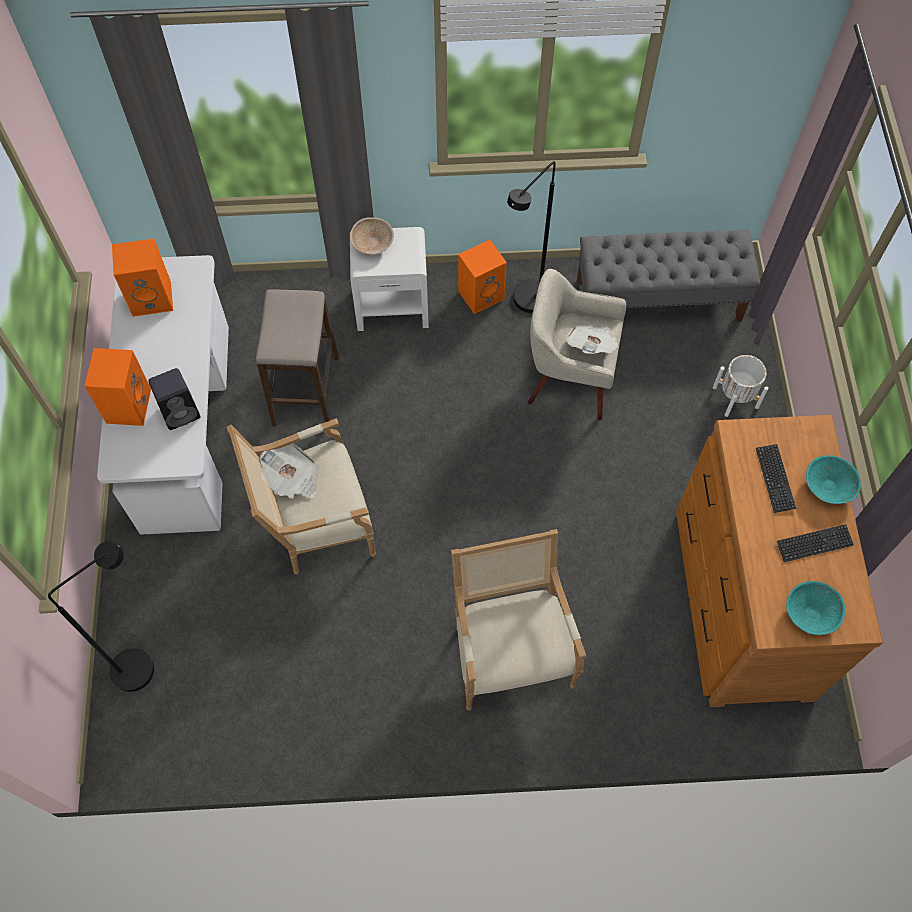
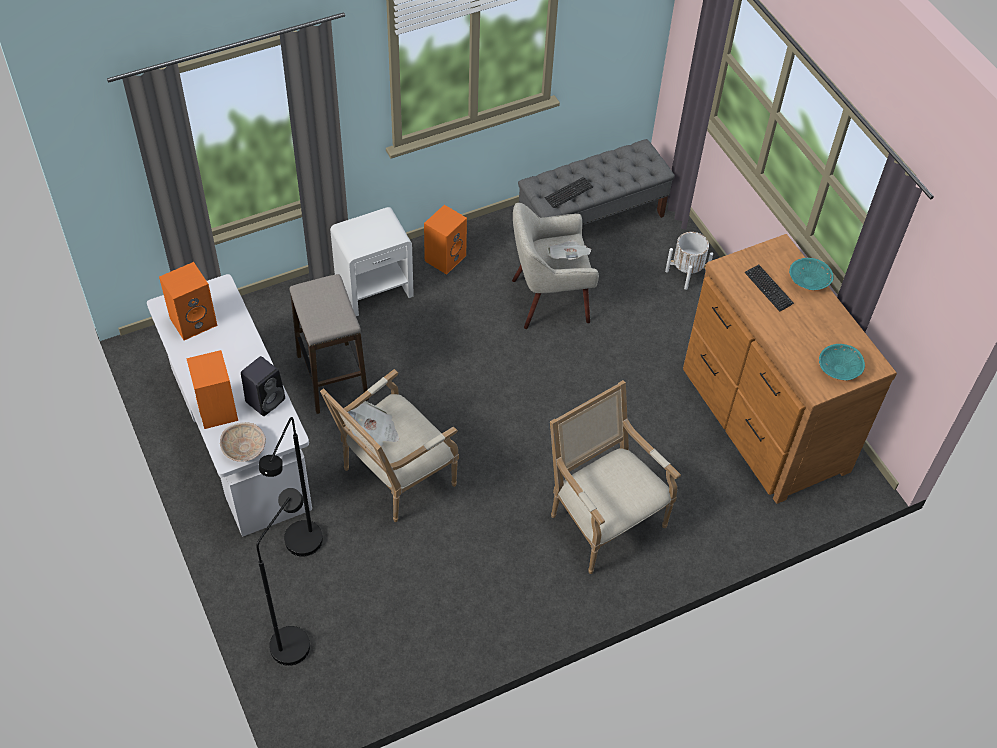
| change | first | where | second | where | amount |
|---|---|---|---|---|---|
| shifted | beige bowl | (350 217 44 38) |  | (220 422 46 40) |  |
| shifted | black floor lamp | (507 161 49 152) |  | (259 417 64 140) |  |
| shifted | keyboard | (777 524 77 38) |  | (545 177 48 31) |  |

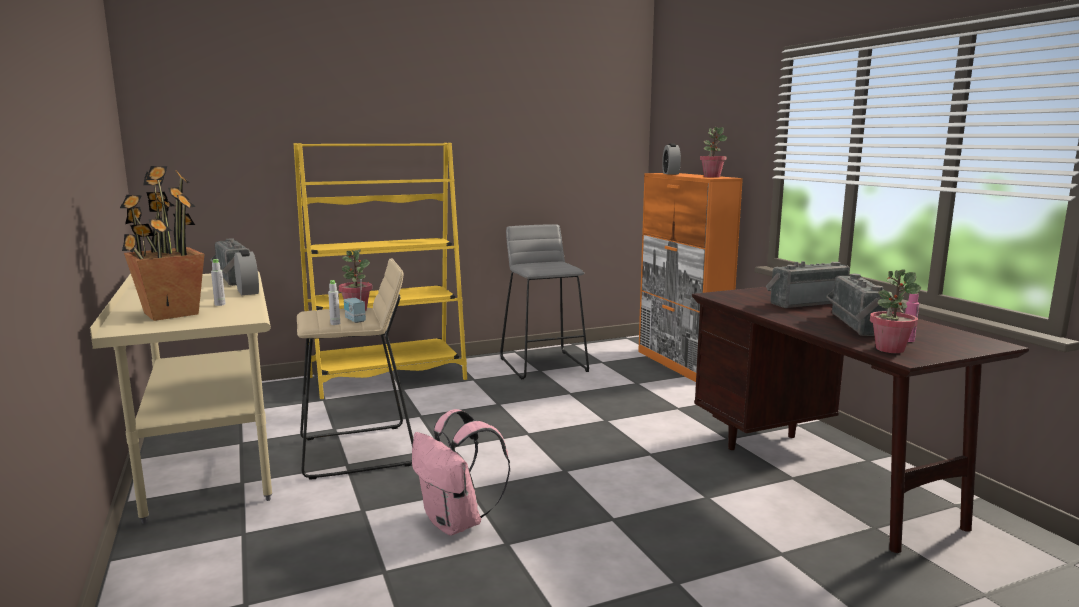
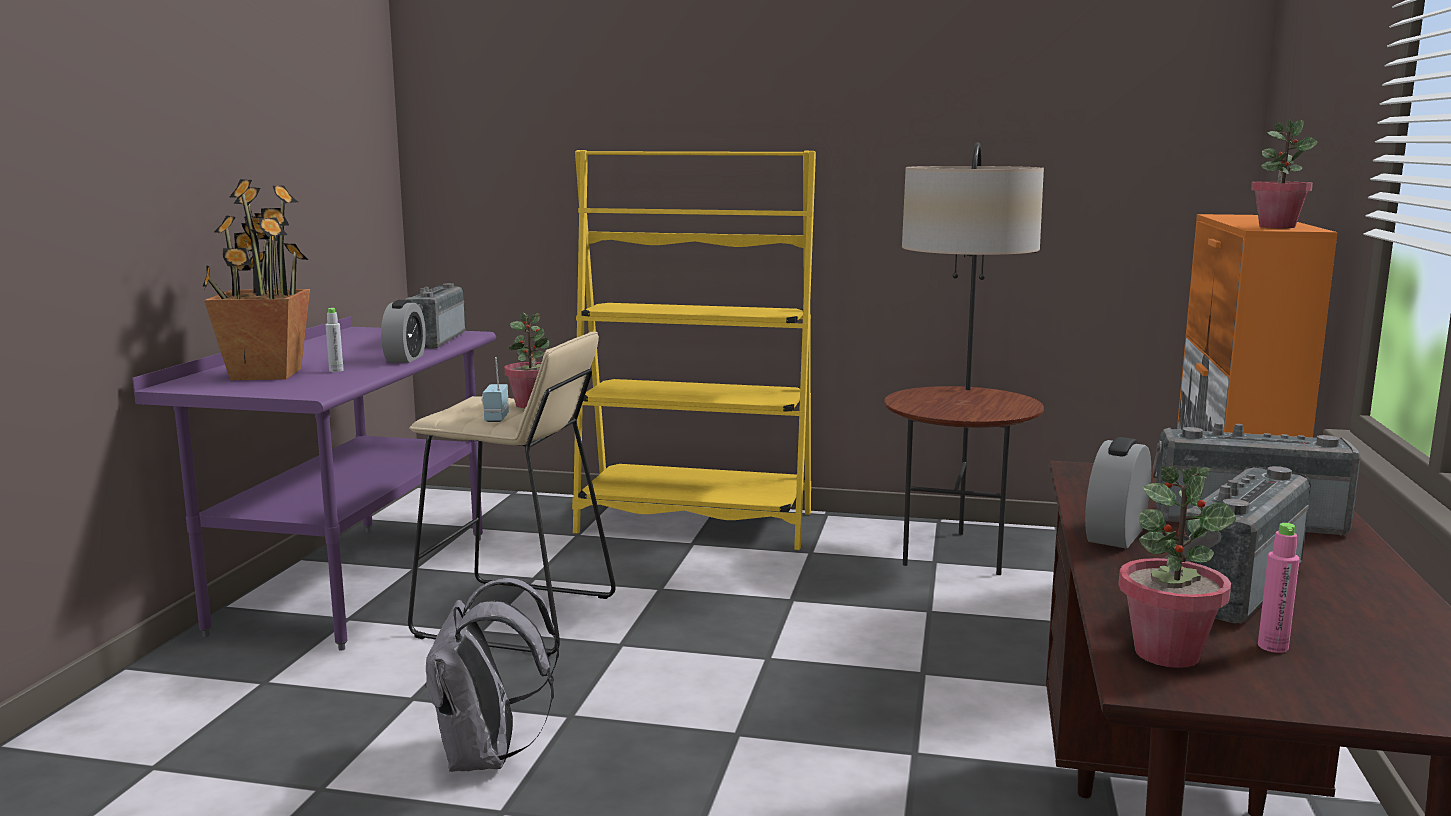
| change | first | where | second | where | amount |
|---|---|---|---|---|---|
| repainted | beige desk | (90 271 182 253) | purple desk | (132 316 364 335) |  |
| repainted | pink backpack | (412 409 98 127) | grey backpack | (425 578 134 194) |  |
| swapped | grey stool | (500 224 89 155) | floor lamp | (884 142 160 433) |  |
| shifted | alarm clock | (662 144 19 30) |  | (1085 437 66 111) |  |
| gone | grey bottle | (328 280 12 45) |  |  |  |

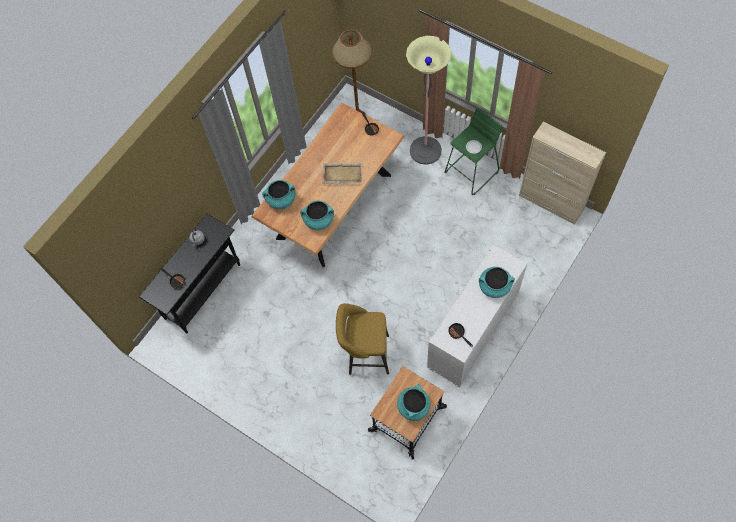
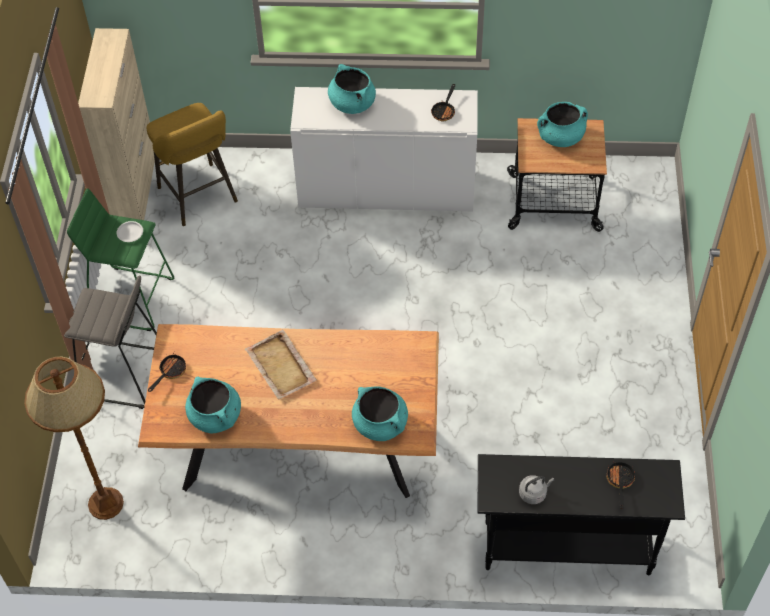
| change | first | where | second | where | amount |
|---|---|---|---|---|---|
| swapped | floor lamp | (406 36 45 129) | grey stool | (64 275 93 134) |  |
| shifted | yellow stool | (336 303 53 72) |  | (147 103 91 123) |  |
| shifted | turquoise cooking pot | (300 201 34 29) |  | (185 377 56 56) |  |

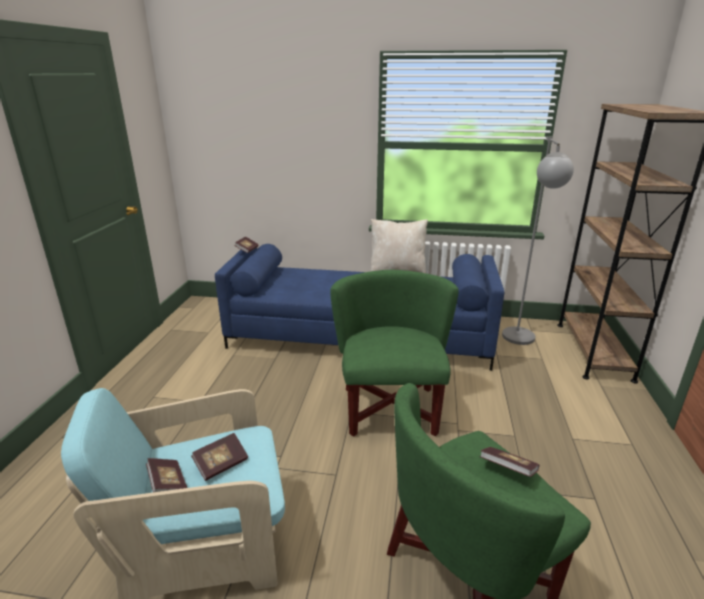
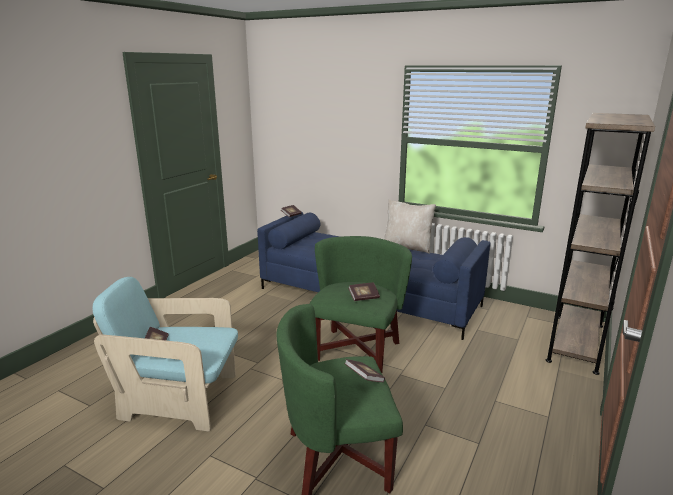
| change | first | where | second | where | amount |
|---|---|---|---|---|---|
| shifted | book | (191 433 57 48) |  | (348 282 32 19) |  |
| gone | grey floor lamp | (502 136 72 209) |  |  |  |

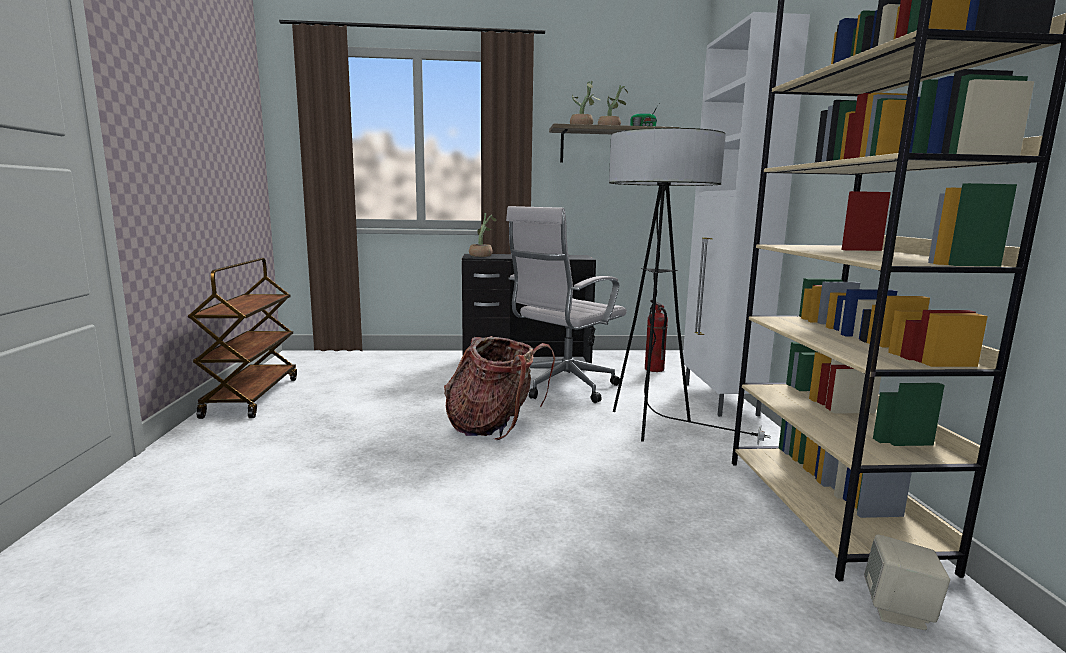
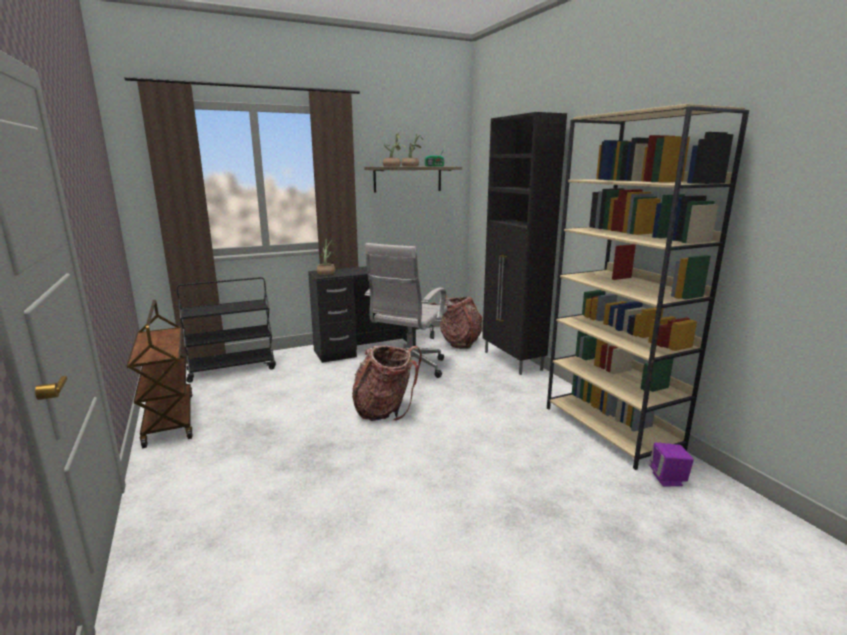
| change | first | where | second | where | amount |
|---|---|---|---|---|---|
| new |  |  | black cart | (177 277 99 106) |  |
| swapped | fire extinguisher | (645 300 23 72) | backpack | (429 295 53 54) |  |
| repainted | white cabinet | (683 12 127 405) | black cabinet | (482 112 85 263) |  |
| repainted | beige speaker | (864 534 86 96) | purple speaker | (649 442 45 45) |  |
| gone | floor lamp | (609 128 162 317) |  |  |  |

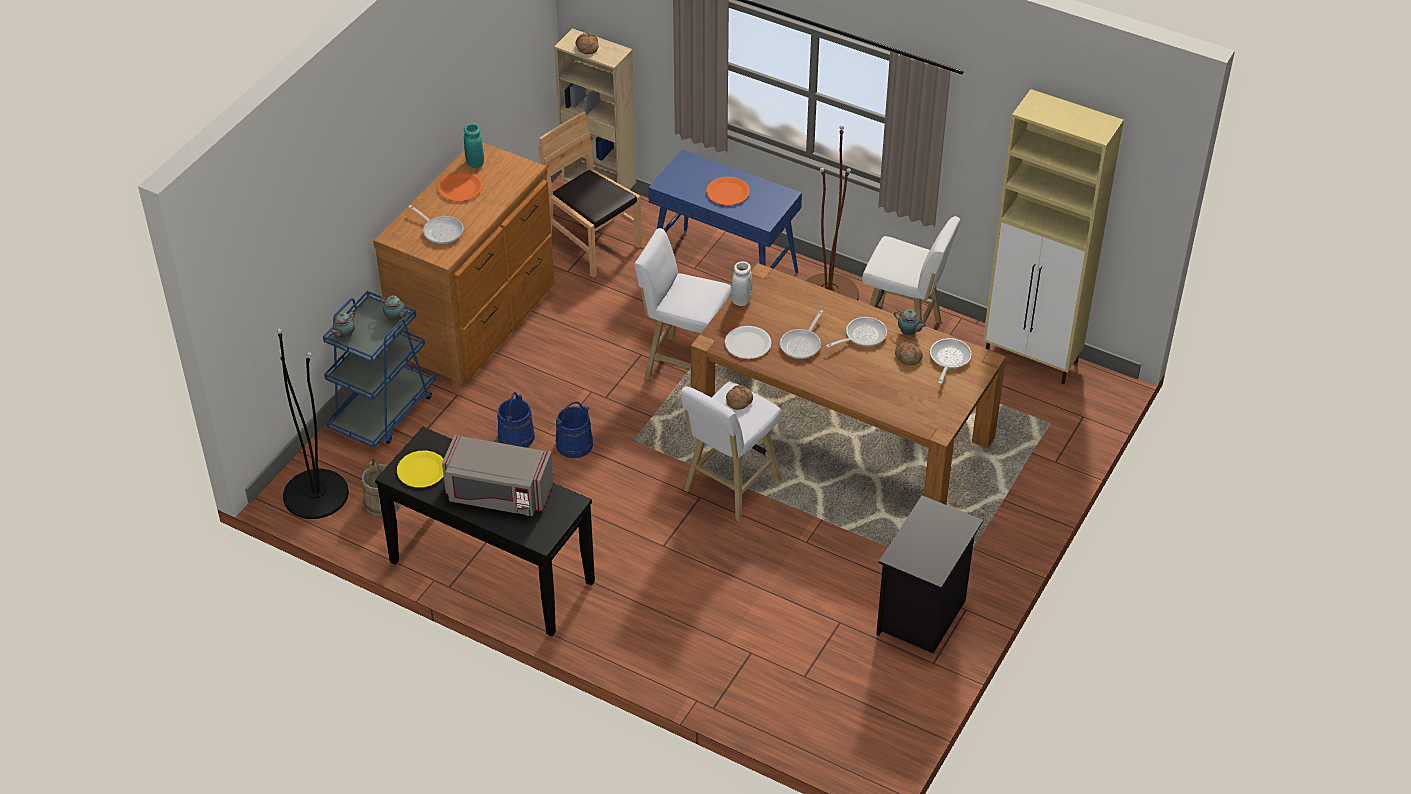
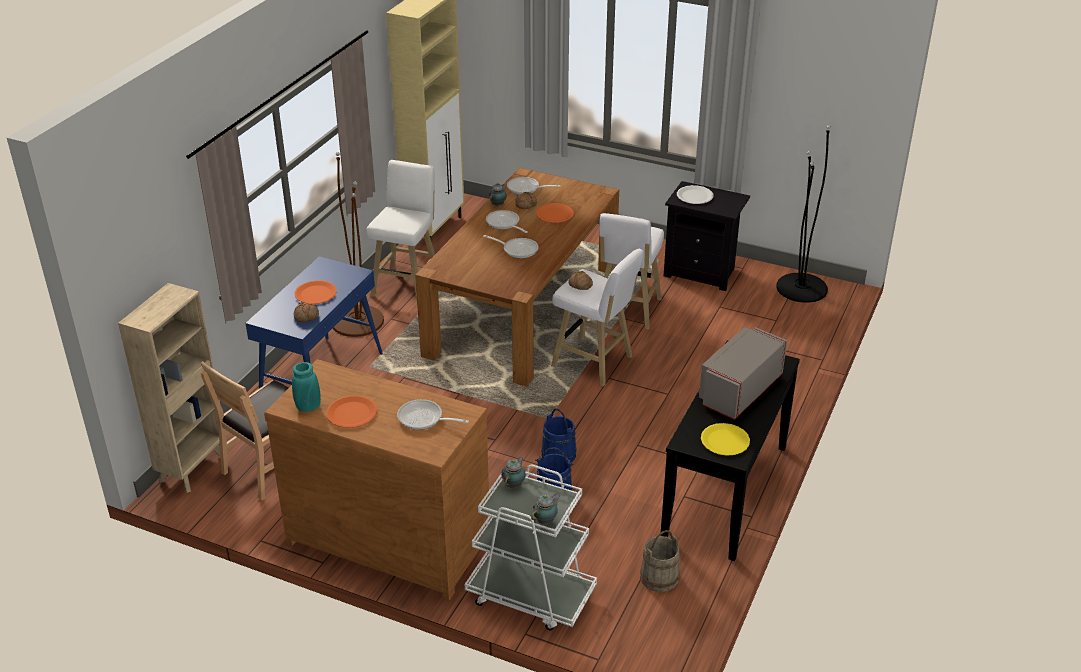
| change | first | where | second | where | amount |
|---|---|---|---|---|---|
| shifted | bread | (576 33 23 21) |  | (294 303 25 19) |  |
| rotated | frying pan | (408 205 56 39) |  | (397 399 72 31) | 105 degrees counterclockwise |
| repainted | blue cart | (323 291 113 157) | white cart | (465 465 132 166) |  |
| rotated | teapot | (330 310 25 28) |  | (531 493 29 31) | 75 degrees counterclockwise |
| new |  |  | orange plate | (536 203 38 20) |  |
| shifted | white stool | (634 228 98 151) |  | (599 213 65 117) |  |
| shifted | white plate | (725 326 47 33) |  | (677 185 37 19) |  |
| rotated | grey microwave | (442 435 112 81) |  | (699 327 88 93) | 150 degrees counterclockwise |
| shifted | black floor lamp | (277 329 72 190) |  | (776 125 55 178) |  |
| gone | white vase | (731 261 21 45) |  |  |  |

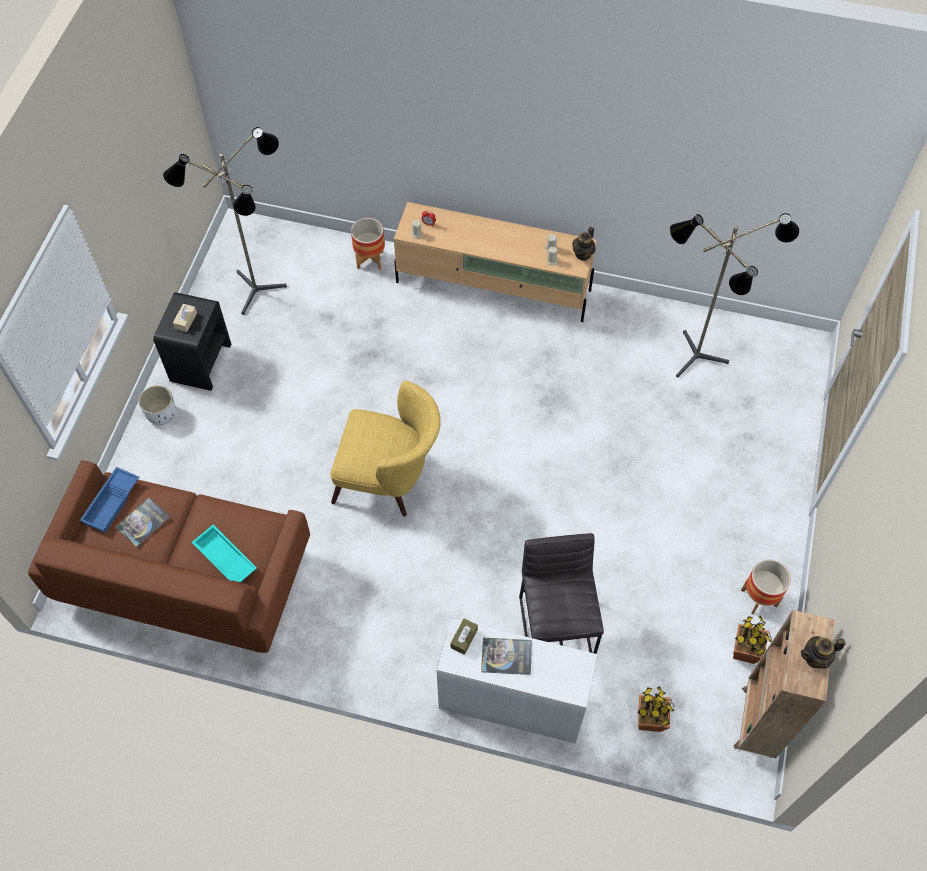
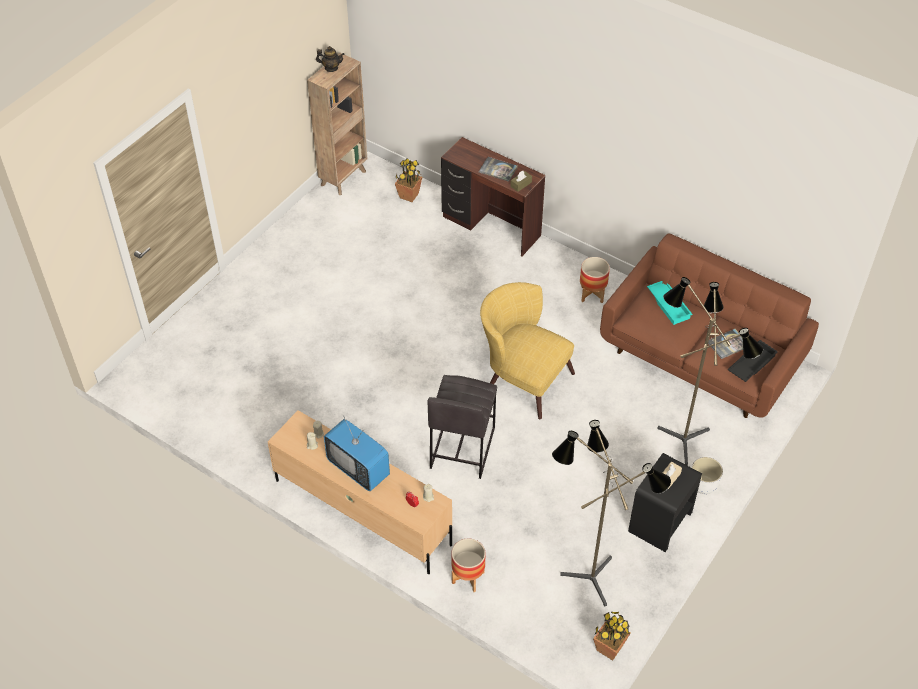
| change | first | where | second | where | amount |
|---|---|---|---|---|---|
| new |  |  | television | (324 415 66 76) |  |
| shifted | grey stool | (519 533 85 121) |  | (427 375 70 104) |  |
| repainted | white desk | (436 618 162 126) | brown desk | (441 137 104 120) |  |
| shifted | planter | (741 559 50 55) |  | (580 257 30 46) |  |
| shifted | potted plant | (733 616 39 48) |  | (593 612 38 49) |  |
| shifted | floor lamp | (669 213 130 165) |  | (657 277 106 188) |  |
| repainted | blue tray | (80 467 59 66) | black tray | (728 340 50 42) |  |
| gone | teapot | (572 227 23 34) |  |  |  |

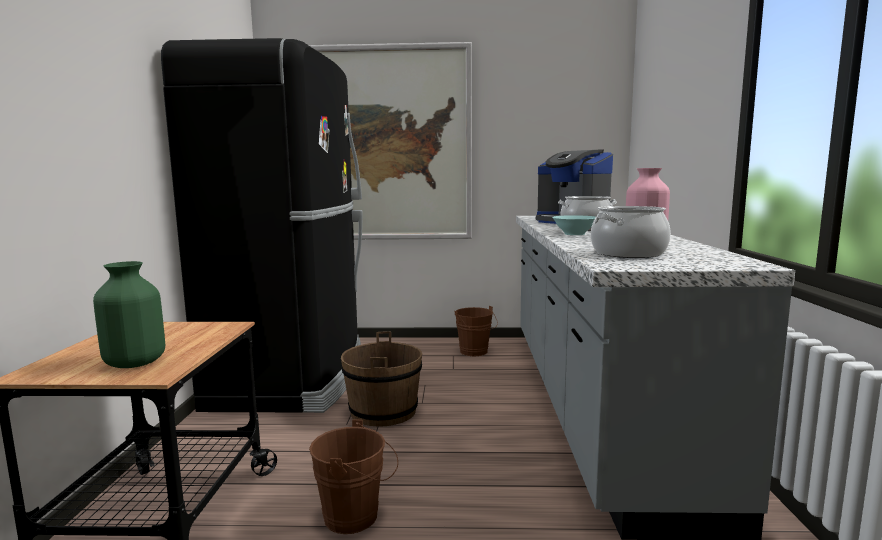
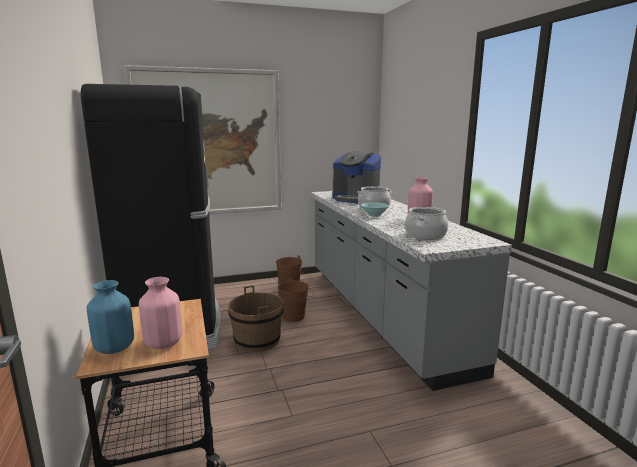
| change | first | where | second | where | amount |
|---|---|---|---|---|---|
| new |  |  | blue vase | (87 280 47 74) |  |
| repainted | green vase | (93 261 72 107) | pink vase | (139 277 44 72) |  |
| shifted | brown bucket | (309 419 89 115) |  | (278 278 36 44) |  |

